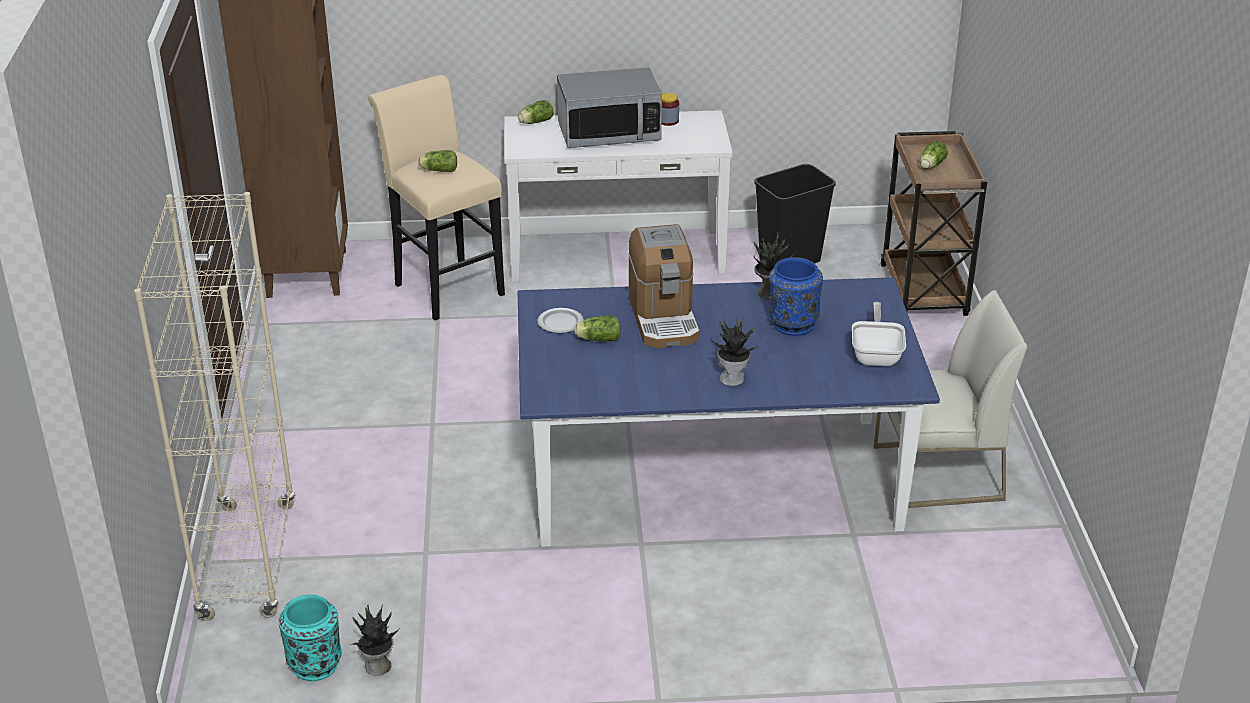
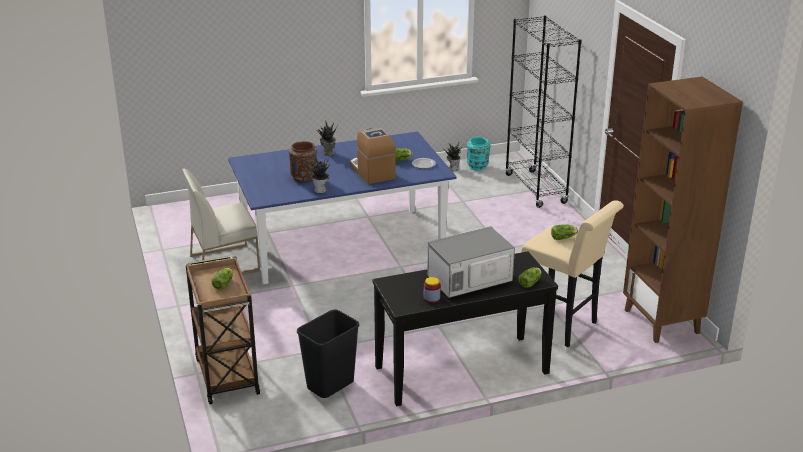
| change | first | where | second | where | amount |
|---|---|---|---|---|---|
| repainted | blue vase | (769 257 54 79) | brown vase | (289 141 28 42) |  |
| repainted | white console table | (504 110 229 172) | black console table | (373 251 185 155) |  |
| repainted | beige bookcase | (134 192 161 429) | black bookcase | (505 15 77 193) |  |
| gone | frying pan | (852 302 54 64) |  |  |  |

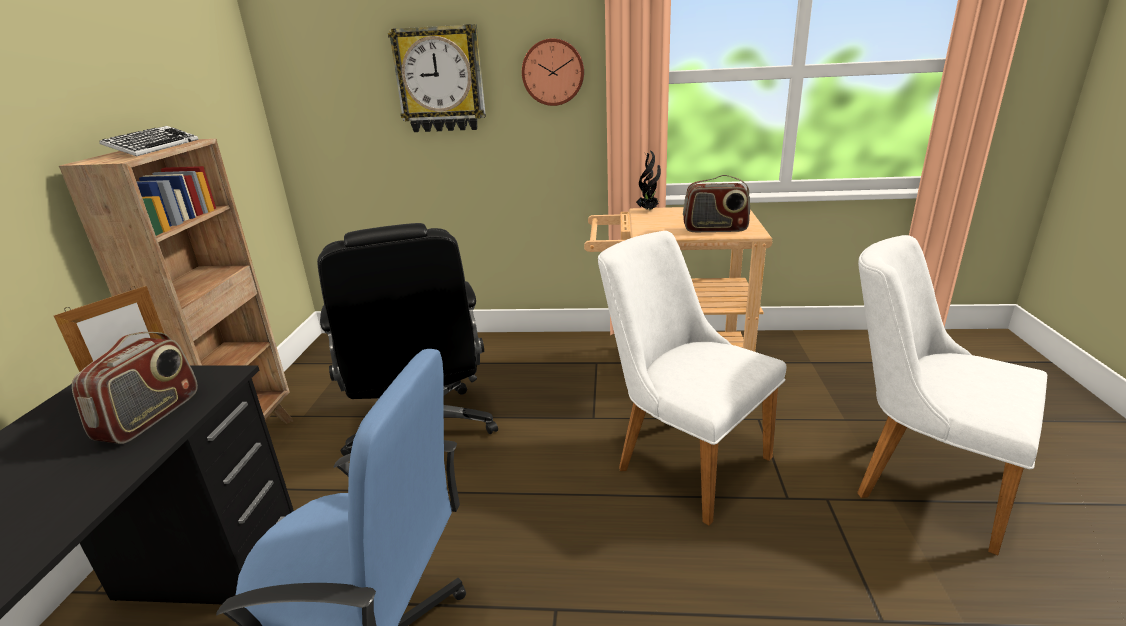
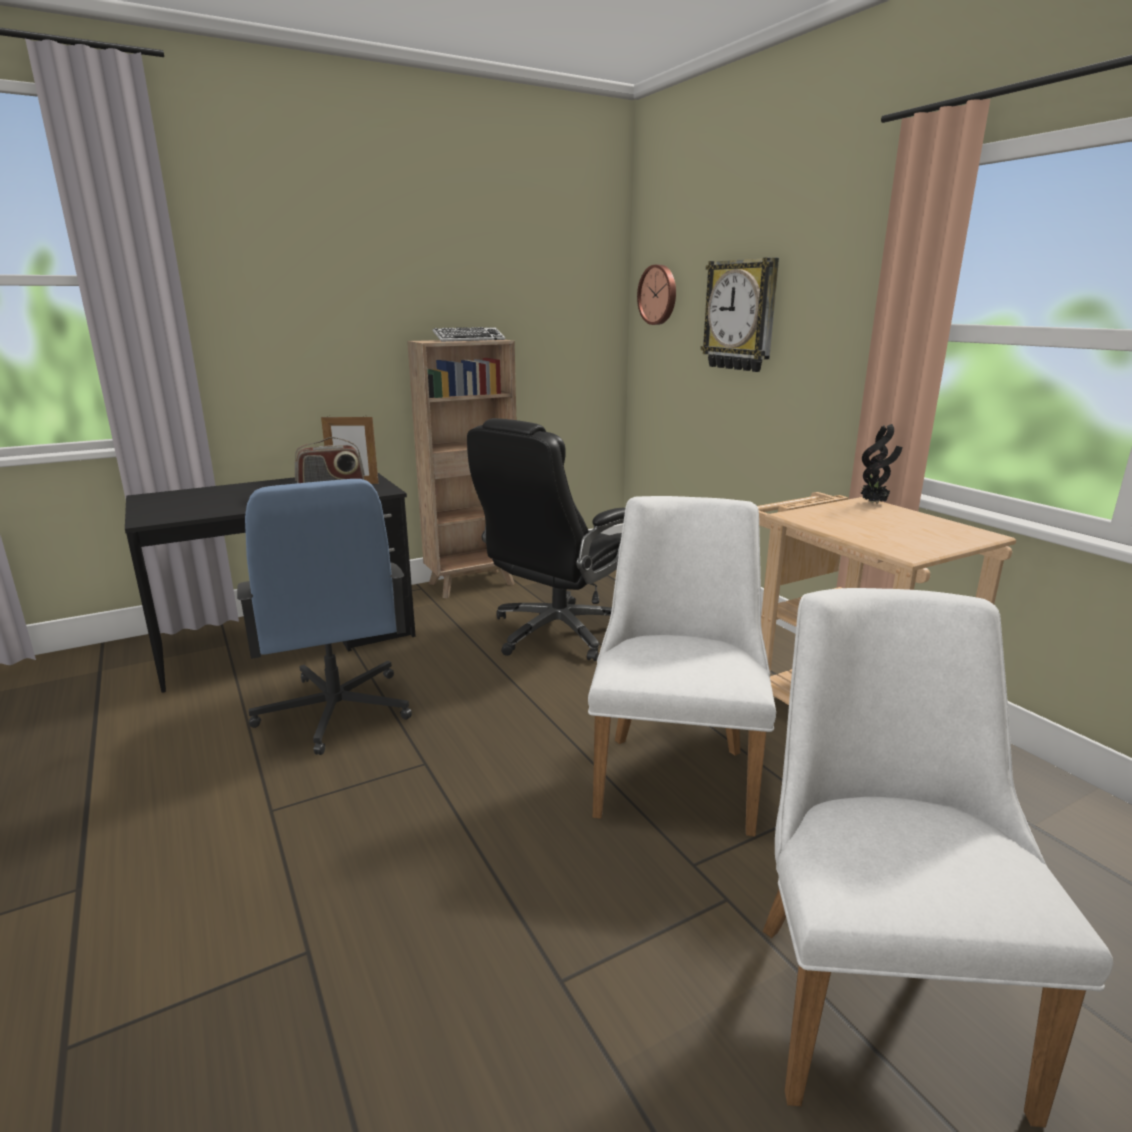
| change | first | where | second | where | amount |
|---|---|---|---|---|---|
| shifted | wall clock | (522 38 62 68) |  | (637 265 39 60) |  |
| gone | radio | (683 175 67 57) |  |  |  |

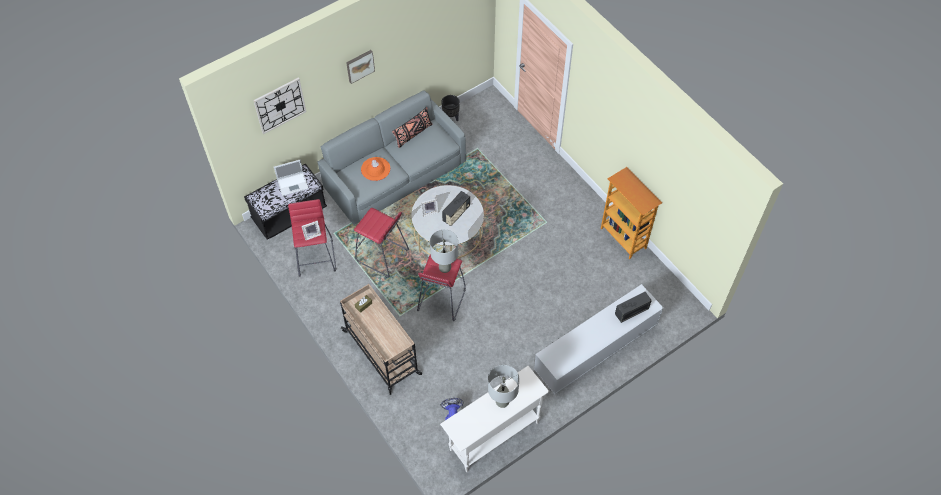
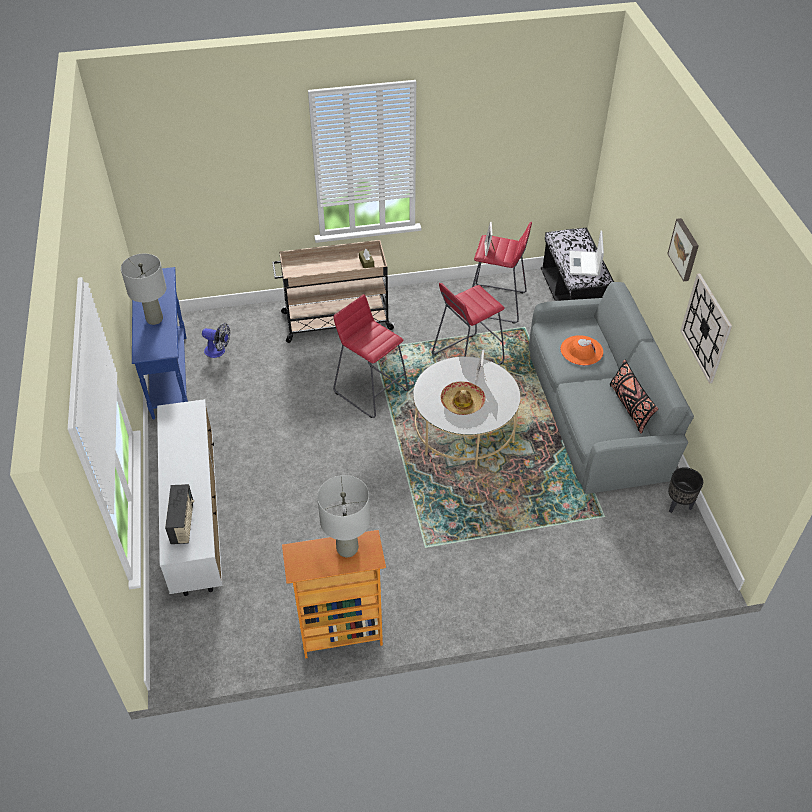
| change | first | where | second | where | amount |
|---|---|---|---|---|---|
| repainted | white console table | (440 366 109 106) | blue console table | (132 267 56 152) |  |
| shifted | grey table lamp | (430 229 28 44) |  | (317 475 53 82) |  |
| swapped | radio | (442 191 28 35) | hat | (440 381 45 34) |  |
| shifted | wall clock | (253 78 53 56) |  | (680 273 52 111) |  |

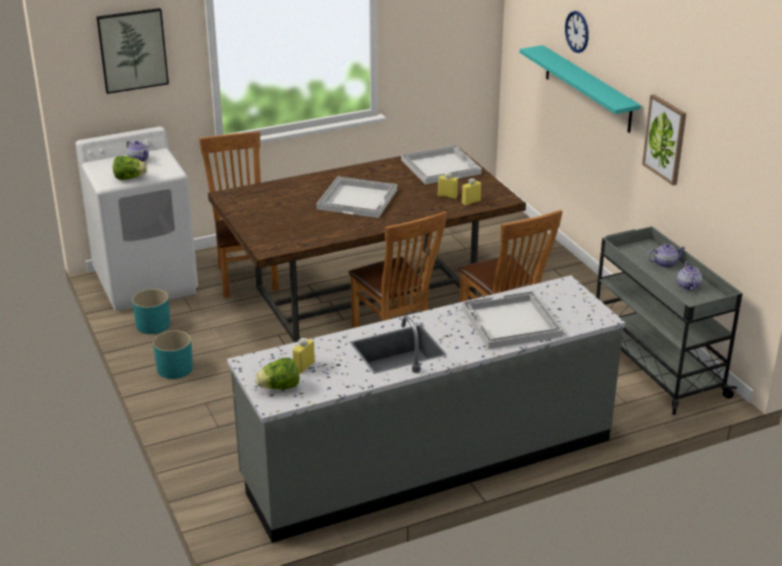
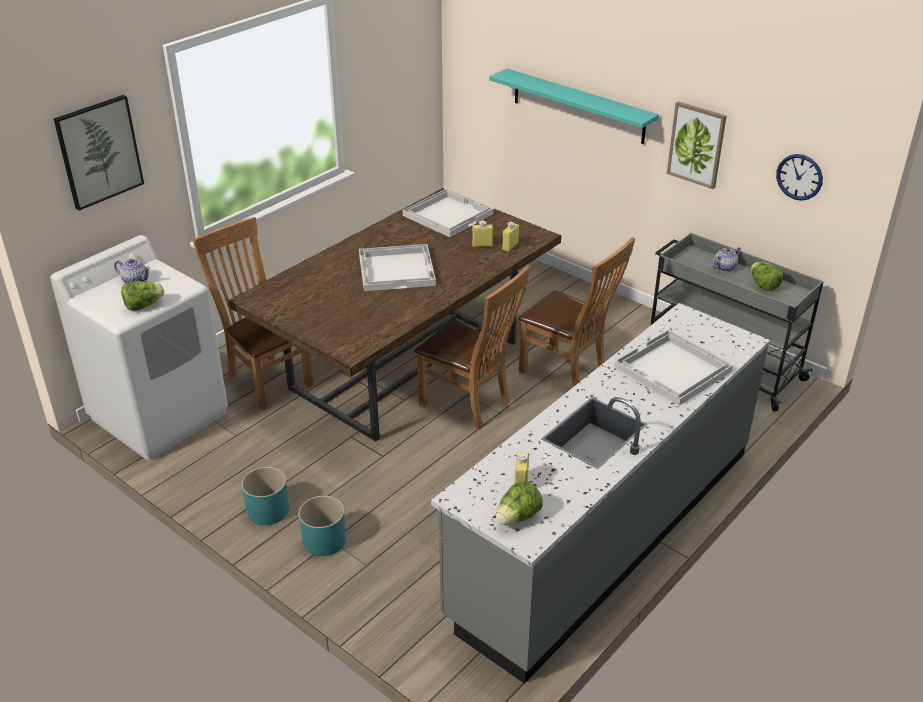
| change | first | where | second | where | amount |
|---|---|---|---|---|---|
| shifted | turquoise planter | (132 289 38 45) |  | (298 496 48 60) |  |
| swapped | teapot | (677 261 25 30) | lettuce | (751 262 32 30) |  |
| shifted | wall clock | (565 11 24 42) |  | (776 154 47 47) |  |

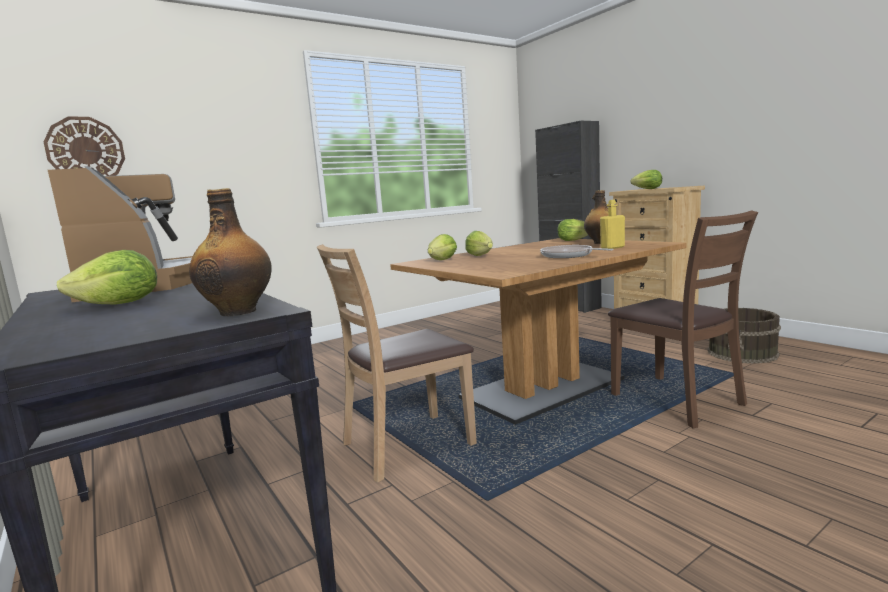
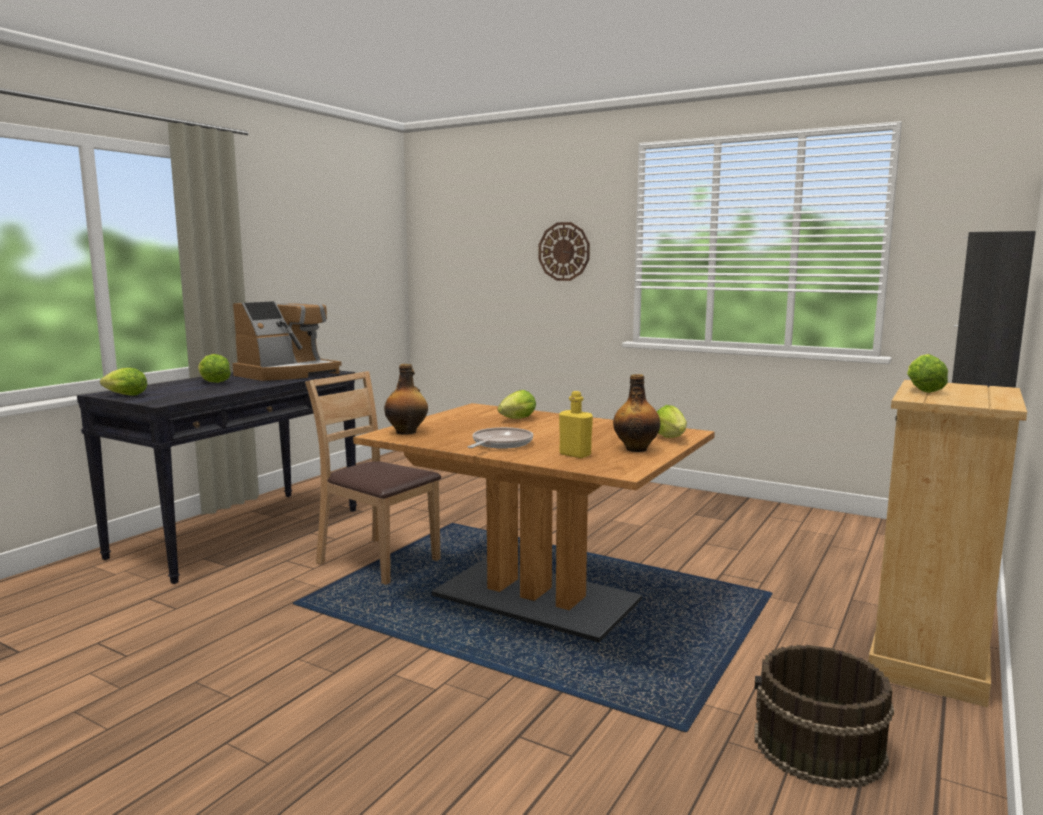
| change | first | where | second | where | amount |
|---|---|---|---|---|---|
| shifted | lettuce | (428 234 29 26) |  | (100 368 47 28) |  |
| shifted | bottle | (189 188 83 128) |  | (384 364 44 71) |  |
| shifted | wall clock | (43 116 82 60) |  | (538 222 52 59) |  |
| gone | brown chair | (608 210 150 218) |  |  |  |

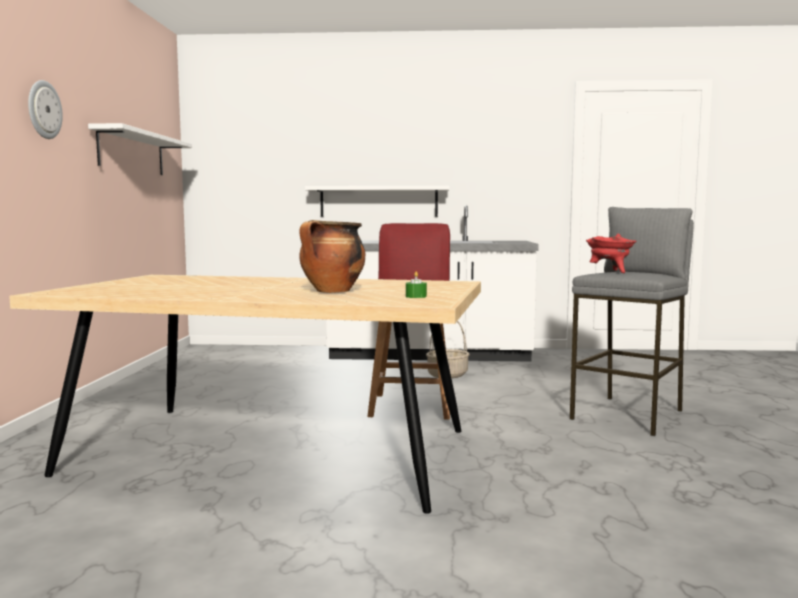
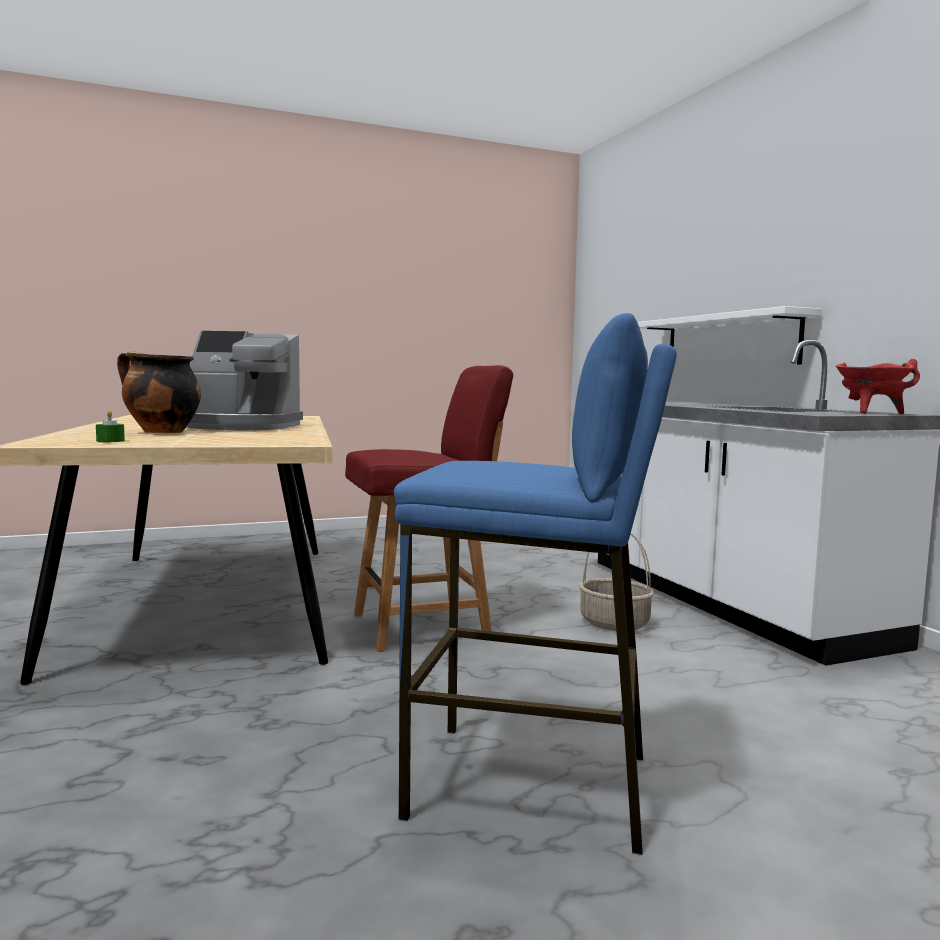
| change | first | where | second | where | amount |
|---|---|---|---|---|---|
| new |  |  | coffee machine | (187 331 116 99) |  |
| repainted | grey stool | (570 207 124 229) | blue stool | (394 313 283 542) |  |
| shifted | red cooking pot | (586 233 50 40) |  | (836 359 84 55) |  |
| gone | wall clock | (28 80 35 59) |  |  |  |
| gone | white shelf | (88 123 104 52) |  |  |  |

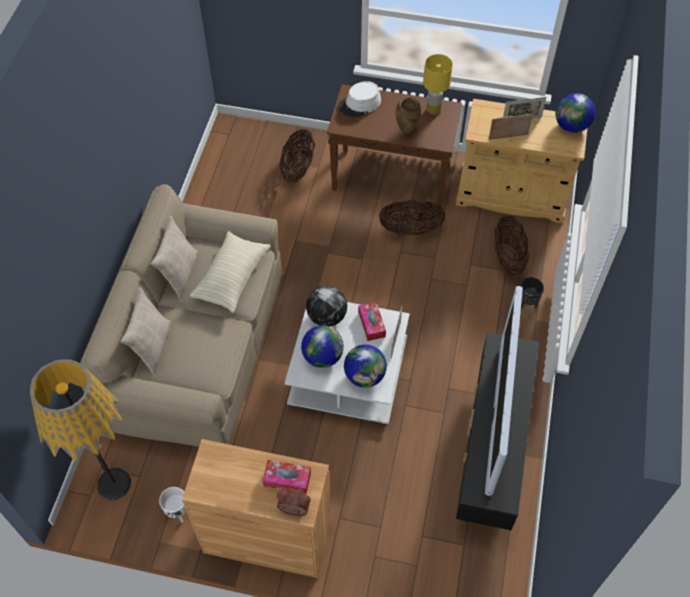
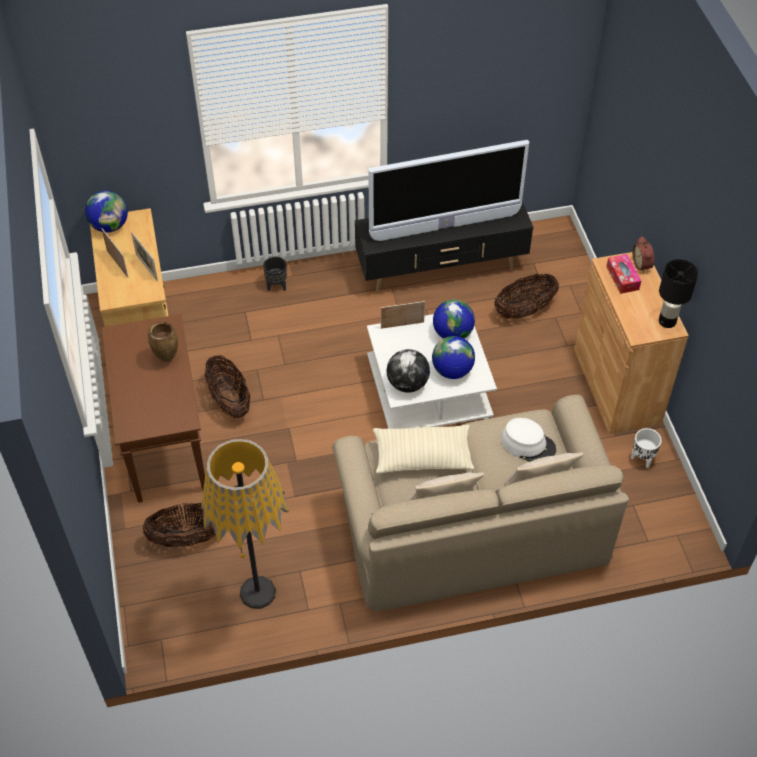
| change | first | where | second | where | amount |
|---|---|---|---|---|---|
| shifted | floor lamp | (30 359 101 141) |  | (201 439 88 170) |  |
| shifted | basket | (494 215 35 60) |  | (494 274 65 45) |  |
| shifted | white hat | (338 81 43 36) |  | (501 418 55 44) |  |
| new |  |  | black table lamp | (659 259 39 69) |  |
| gone | tissue box | (358 302 28 39) |  |  |  |
| gone | yellow table lamp | (423 54 30 61) |  |  |  |

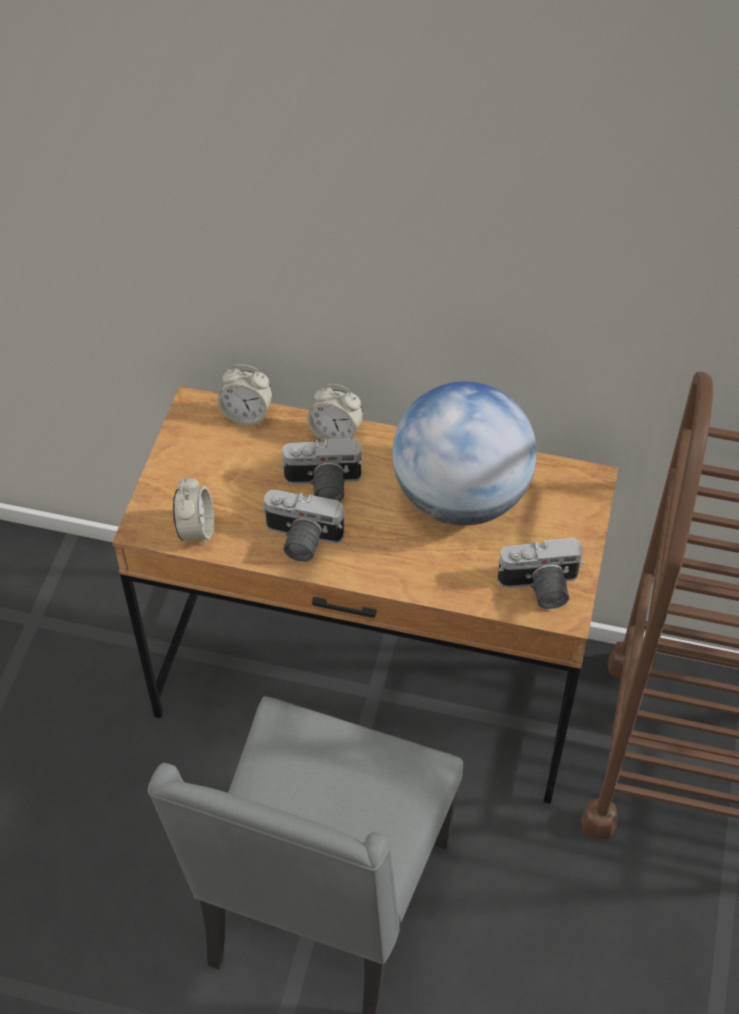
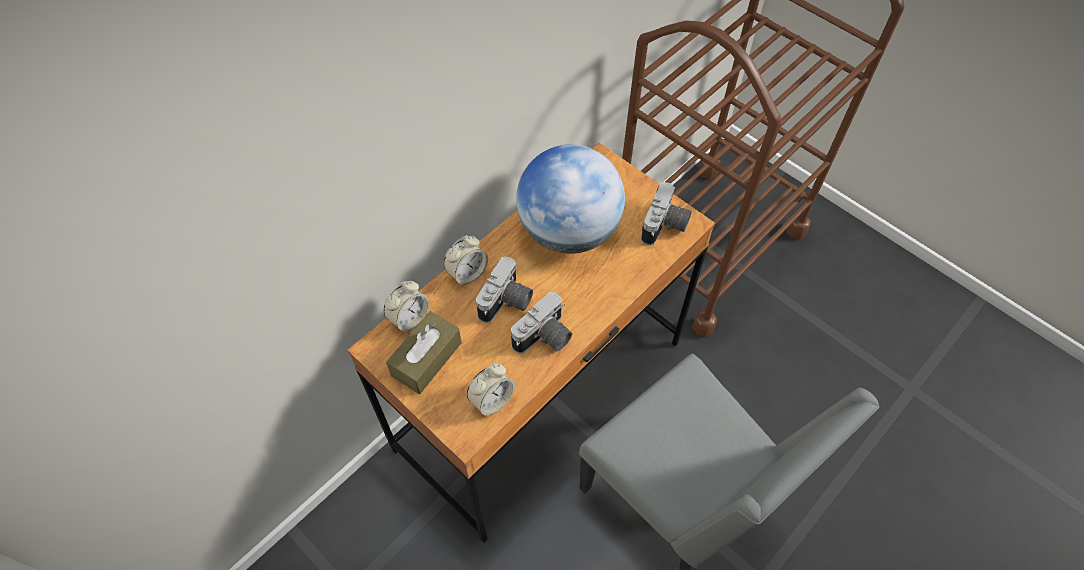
| change | first | where | second | where | amount |
|---|---|---|---|---|---|
| new |  |  | brown tissue box | (386 311 76 83) |  |
| rotated | alarm clock | (173 477 41 68) |  | (467 363 48 53) | 105 degrees clockwise |

